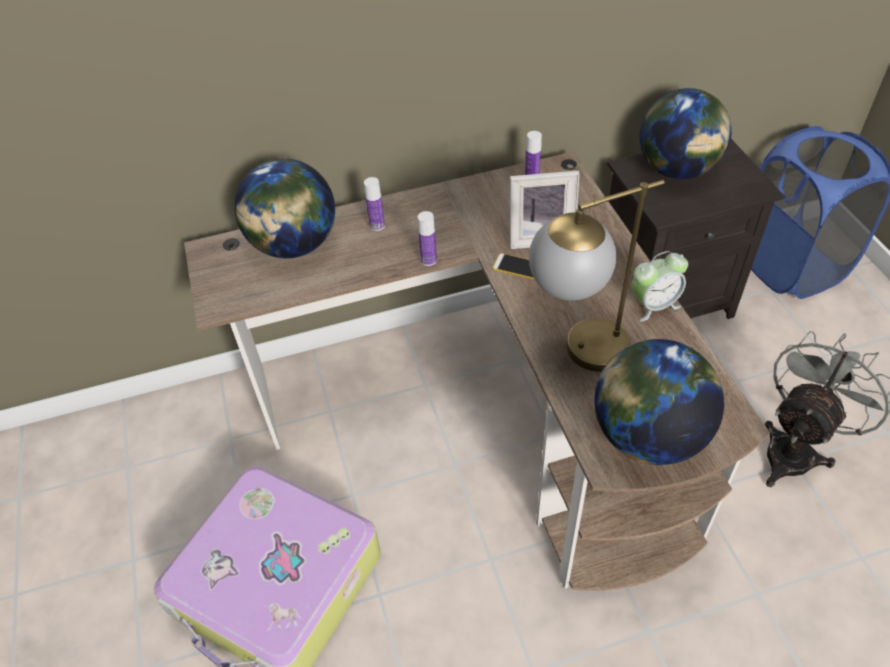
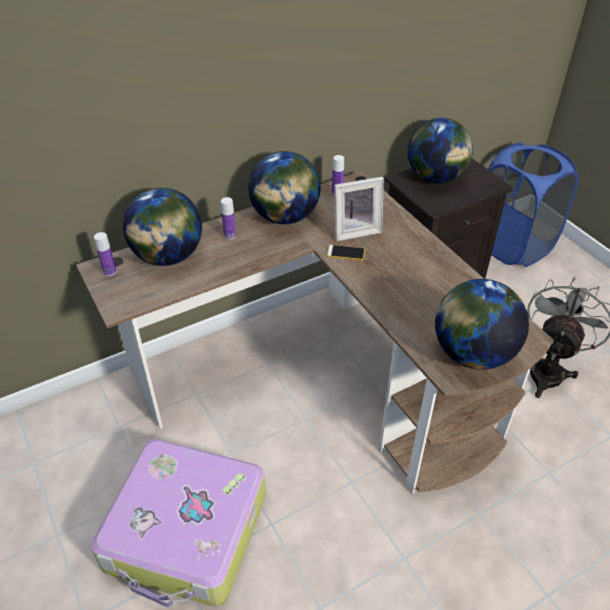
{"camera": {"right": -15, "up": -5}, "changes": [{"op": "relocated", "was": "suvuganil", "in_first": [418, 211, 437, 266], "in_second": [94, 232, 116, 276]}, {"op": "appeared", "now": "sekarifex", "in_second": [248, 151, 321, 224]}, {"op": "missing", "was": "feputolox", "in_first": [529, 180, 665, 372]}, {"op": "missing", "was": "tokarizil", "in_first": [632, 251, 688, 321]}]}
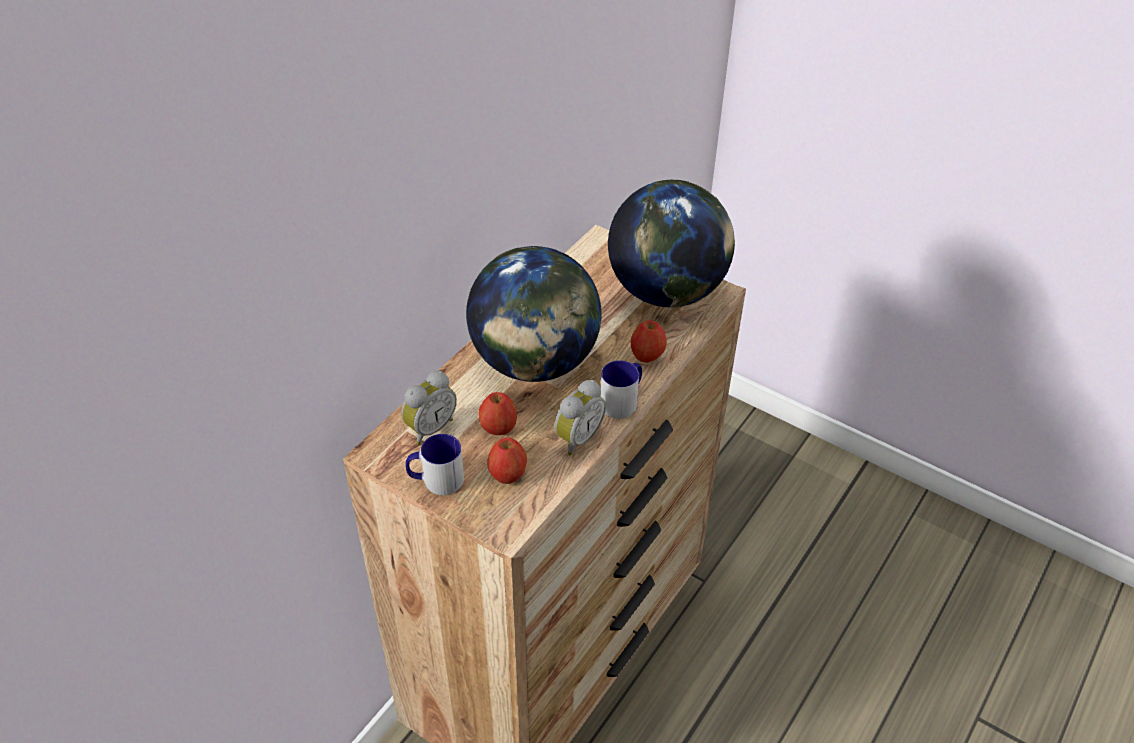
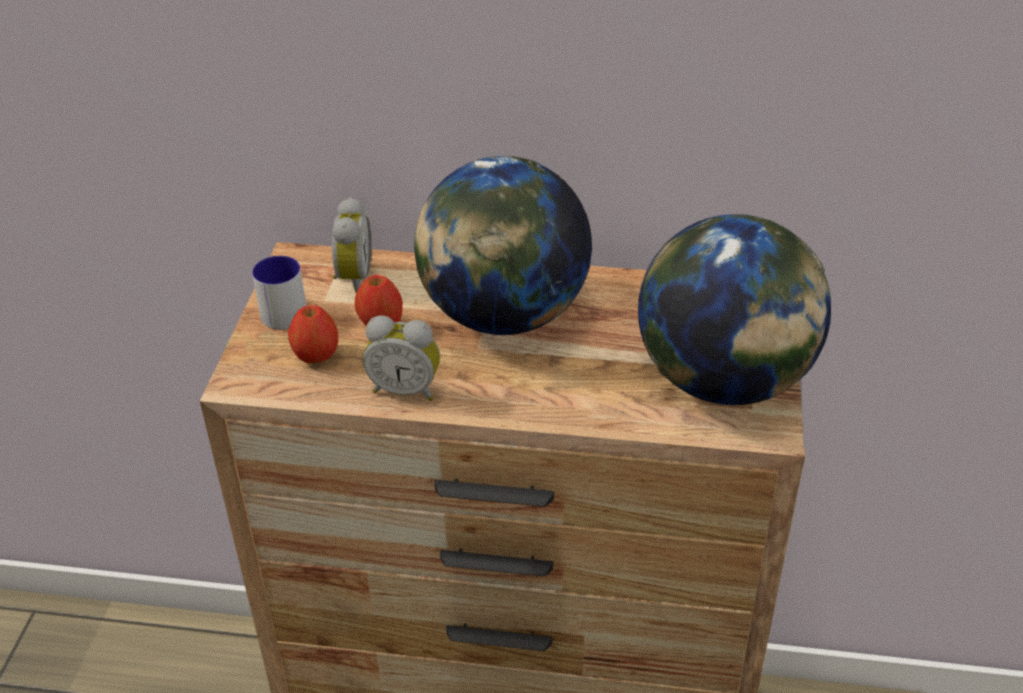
{"camera": {"right": 65, "up": -5}, "changes": [{"op": "spun", "was": "tokarizil", "in_first": [401, 371, 457, 445], "in_second": [332, 197, 371, 293], "clockwise": -105}, {"op": "missing", "was": "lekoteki", "in_first": [601, 360, 642, 419]}, {"op": "missing", "was": "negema", "in_first": [631, 320, 667, 363]}]}
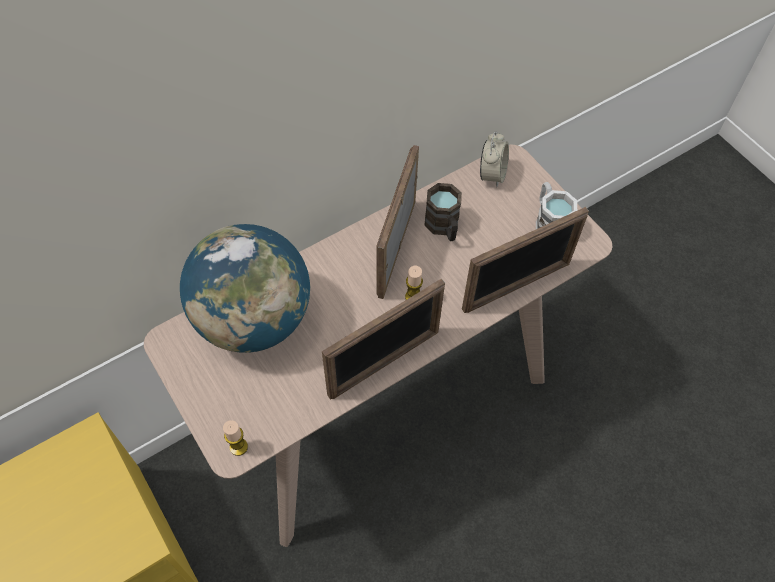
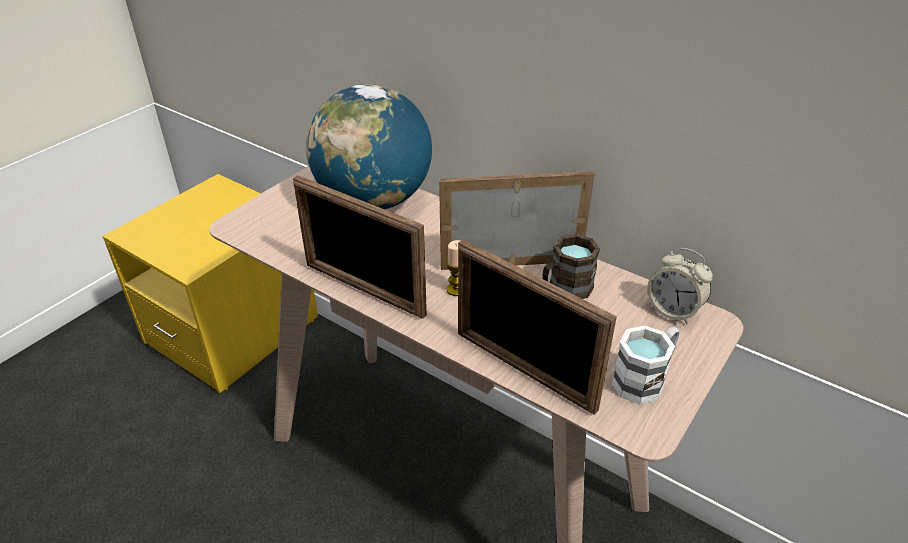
{"camera": {"right": 70, "up": -20}, "changes": [{"op": "spun", "was": "tokarizil", "in_first": [480, 131, 509, 187], "in_second": [647, 248, 713, 324], "clockwise": 45}, {"op": "missing", "was": "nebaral", "in_first": [223, 420, 248, 456]}]}
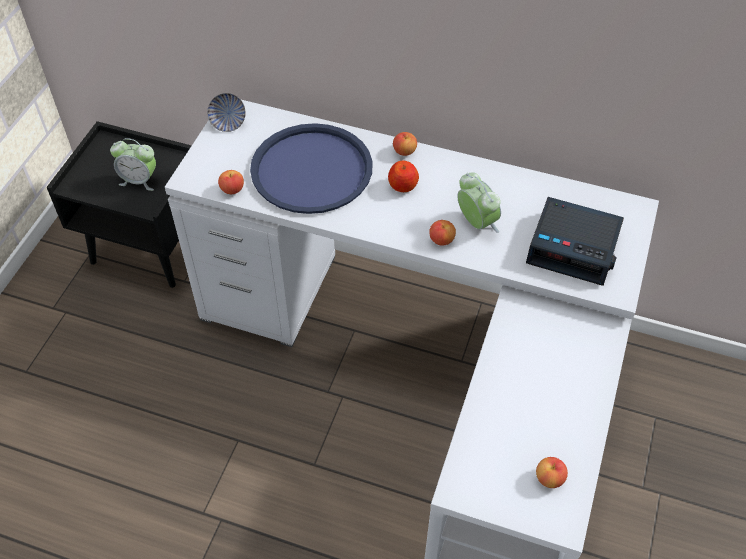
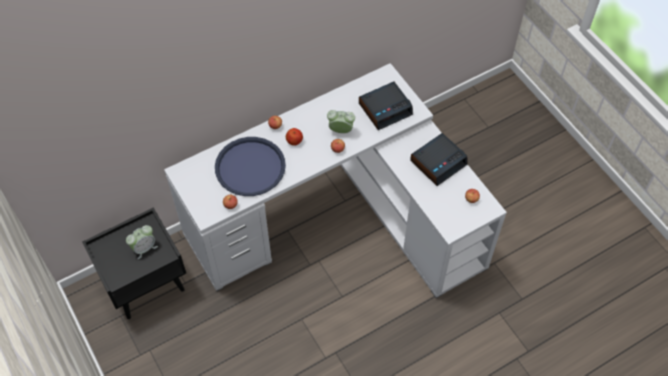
{"camera": {"right": -50, "up": 5}, "changes": [{"op": "appeared", "now": "tokarizil", "in_second": [410, 133, 468, 186]}, {"op": "missing", "was": "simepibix", "in_first": [207, 93, 246, 132]}]}
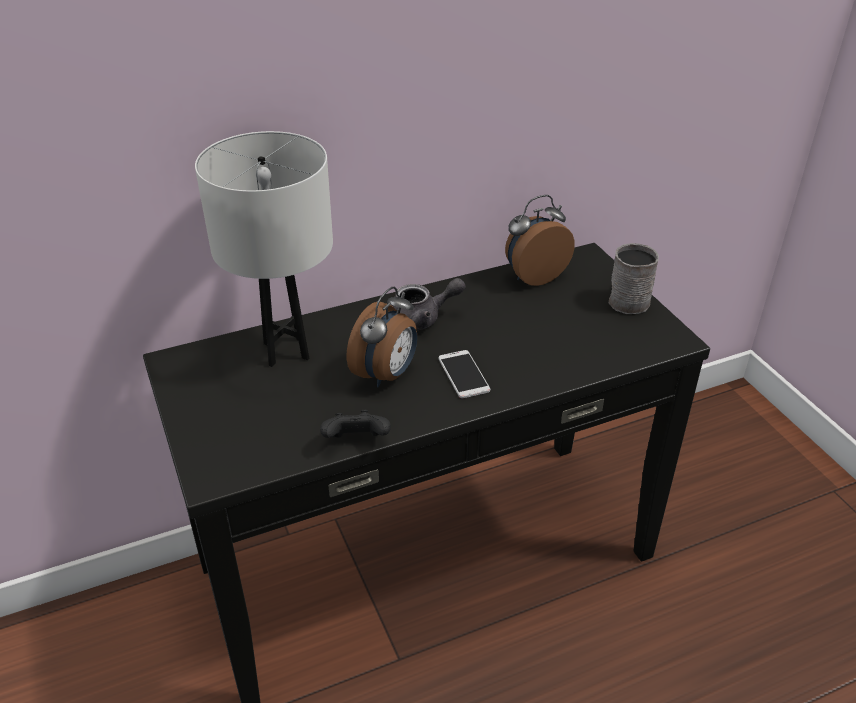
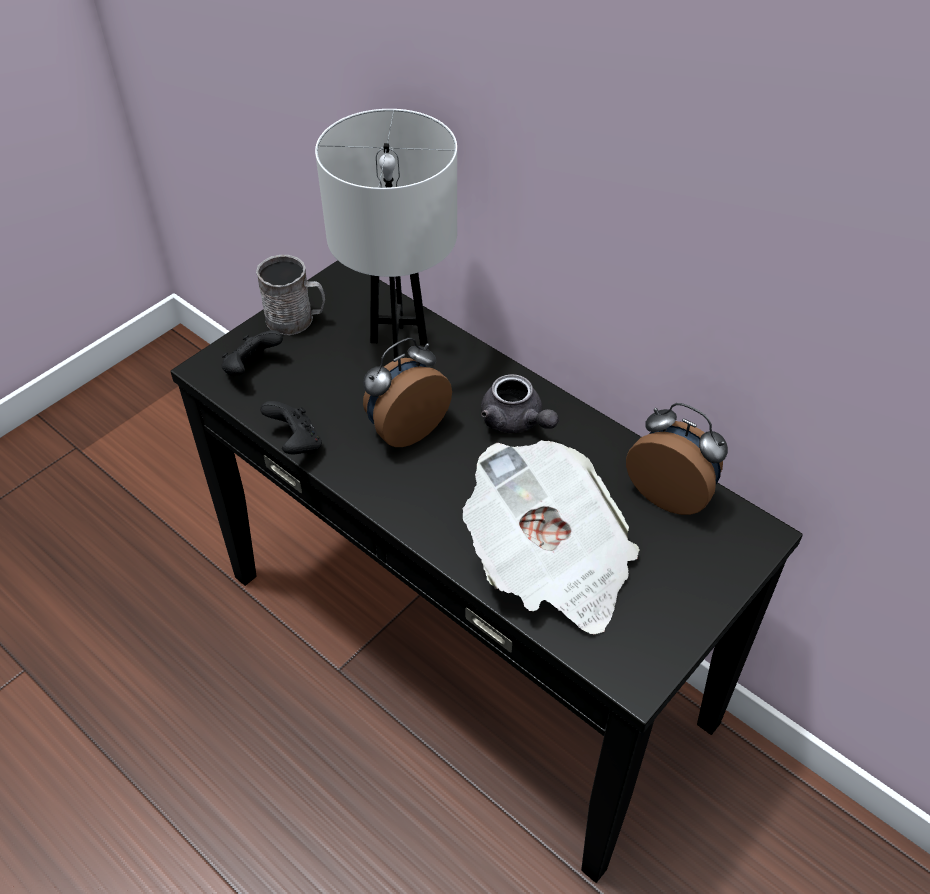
{"camera": {"right": 65, "up": 10}, "changes": [{"op": "appeared", "now": "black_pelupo", "in_second": [222, 330, 283, 376]}, {"op": "relocated", "was": "grey_lekoteki", "in_first": [609, 243, 659, 314], "in_second": [256, 255, 325, 336]}, {"op": "spun", "was": "tokarizil", "in_first": [347, 287, 417, 387], "in_second": [363, 338, 452, 447], "clockwise": 135}, {"op": "appeared", "now": "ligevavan", "in_second": [463, 440, 640, 634]}, {"op": "missing", "was": "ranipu", "in_first": [439, 350, 490, 398]}]}
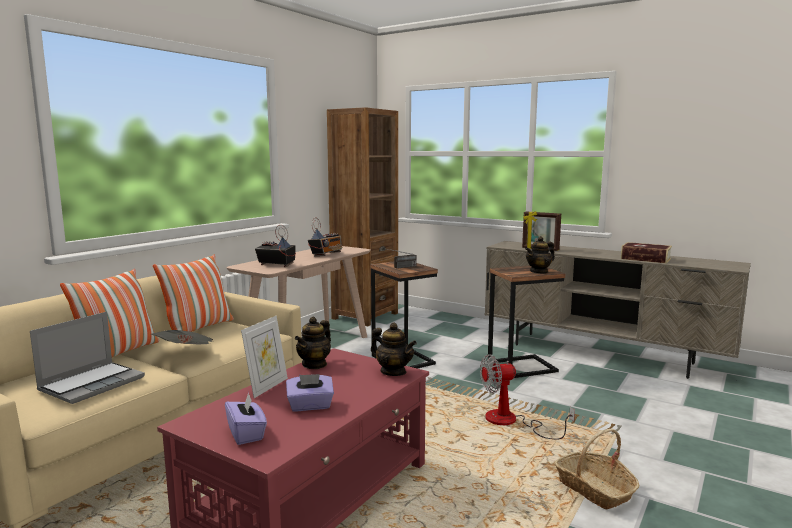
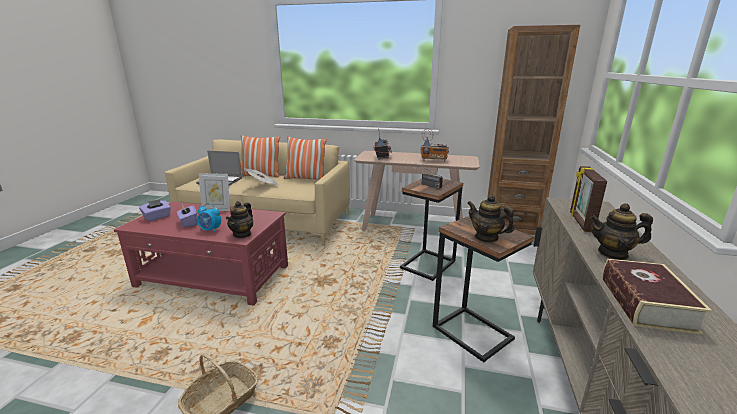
{"camera": {"right": 70, "up": 10}, "changes": [{"op": "appeared", "now": "tokarizil", "in_second": [197, 203, 221, 233]}, {"op": "relocated", "was": "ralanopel", "in_first": [295, 317, 331, 369], "in_second": [590, 203, 653, 260]}, {"op": "missing", "was": "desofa", "in_first": [480, 354, 575, 440]}]}
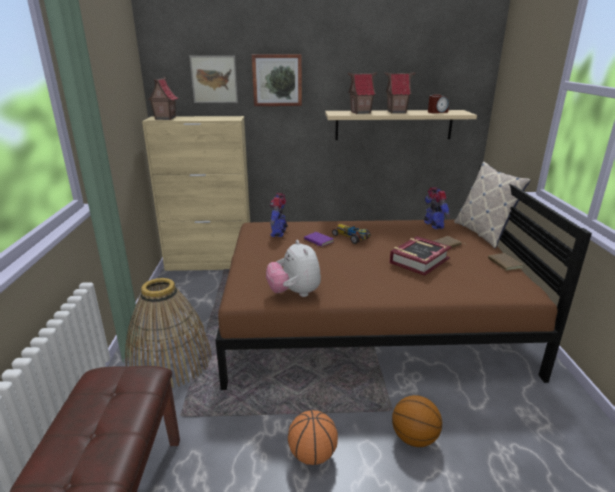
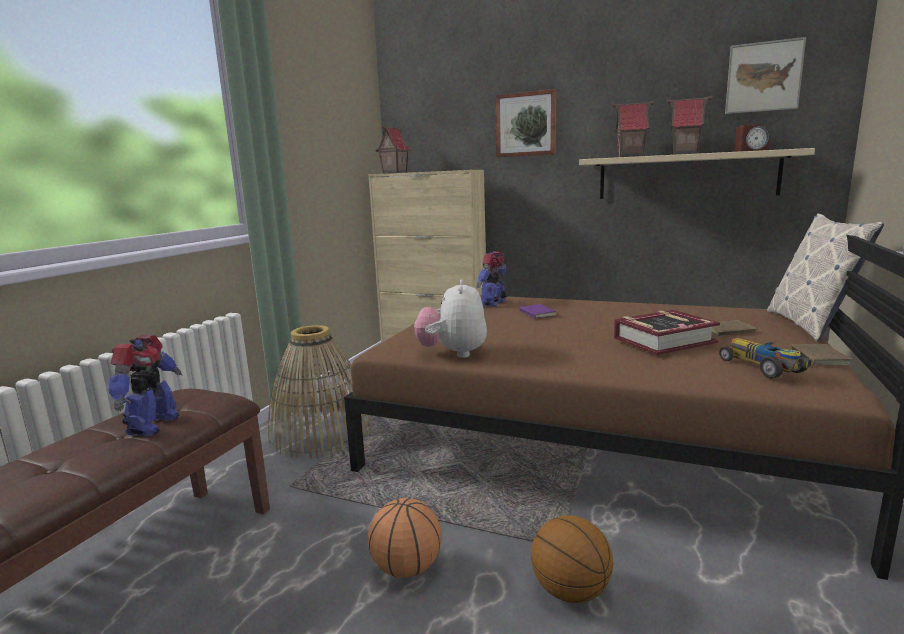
{"camera": {"right": 25, "up": -10}, "changes": [{"op": "relocated", "was": "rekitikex", "in_first": [424, 187, 450, 229], "in_second": [109, 335, 182, 437]}, {"op": "relocated", "was": "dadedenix", "in_first": [332, 224, 371, 244], "in_second": [719, 338, 811, 379]}, {"op": "relocated", "was": "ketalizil", "in_first": [189, 56, 238, 103], "in_second": [725, 37, 806, 114]}]}
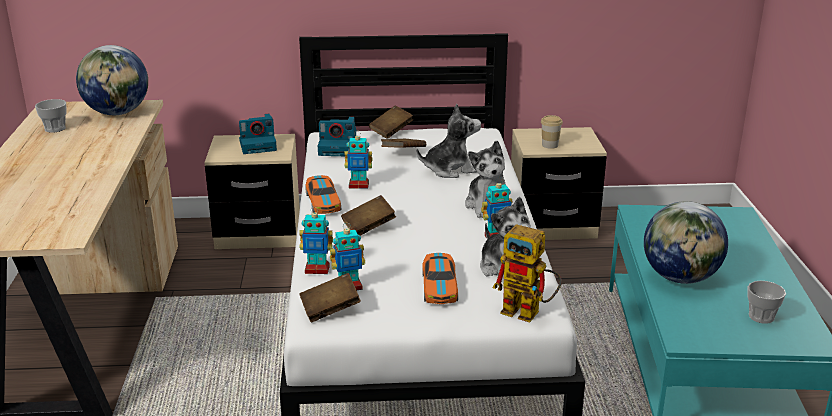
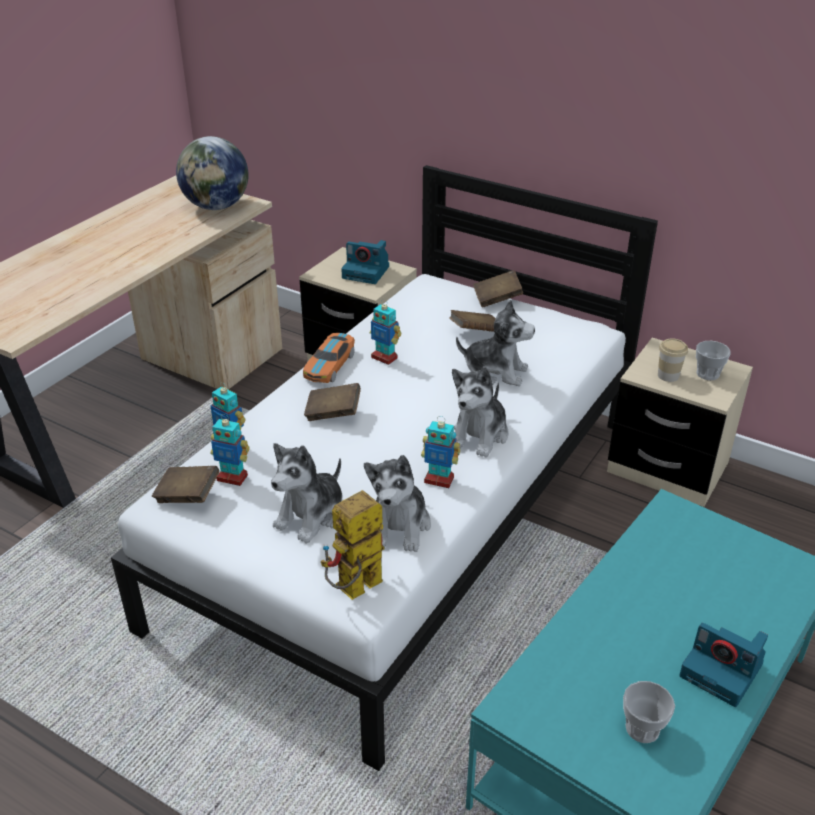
{"camera": {"right": 35, "up": 10}, "changes": [{"op": "exchanged", "was": "dadedenix", "now": "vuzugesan", "in_first": [422, 253, 458, 304], "in_second": [271, 443, 343, 543]}, {"op": "spun", "was": "rekitikex", "in_first": [493, 224, 562, 323], "in_second": [321, 490, 385, 600], "clockwise": 75}, {"op": "relocated", "was": "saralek", "in_first": [318, 117, 356, 156], "in_second": [679, 623, 768, 707]}, {"op": "relocated", "was": "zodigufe", "in_first": [35, 99, 67, 133], "in_second": [696, 341, 731, 380]}, {"op": "missing", "was": "sekarifex", "in_first": [644, 201, 728, 284]}]}
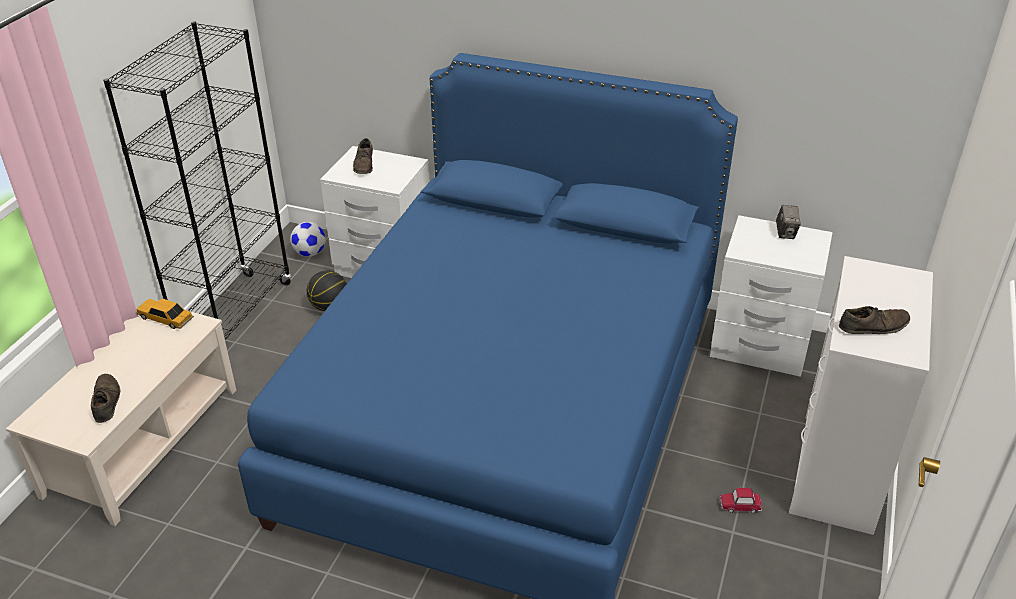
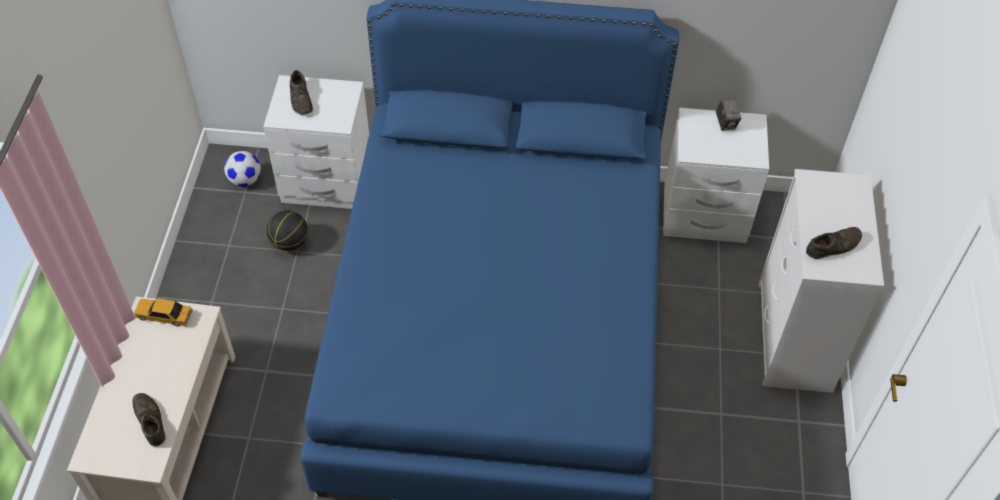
{"camera": {"right": -15, "up": 15}, "changes": [{"op": "missing", "was": "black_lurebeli", "in_first": [103, 21, 291, 340]}, {"op": "missing", "was": "dadedenix", "in_first": [720, 488, 762, 513]}]}
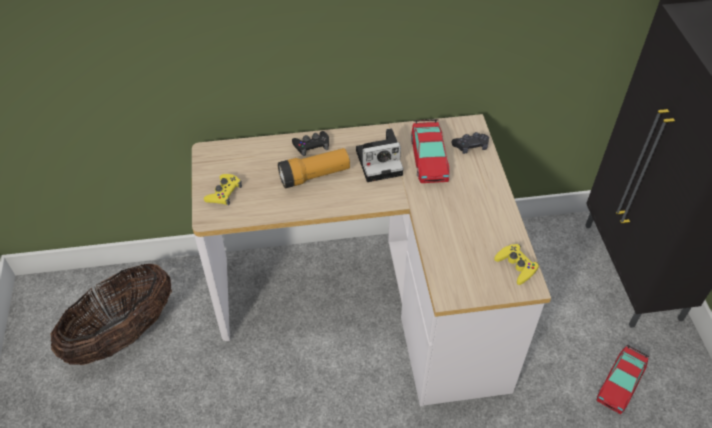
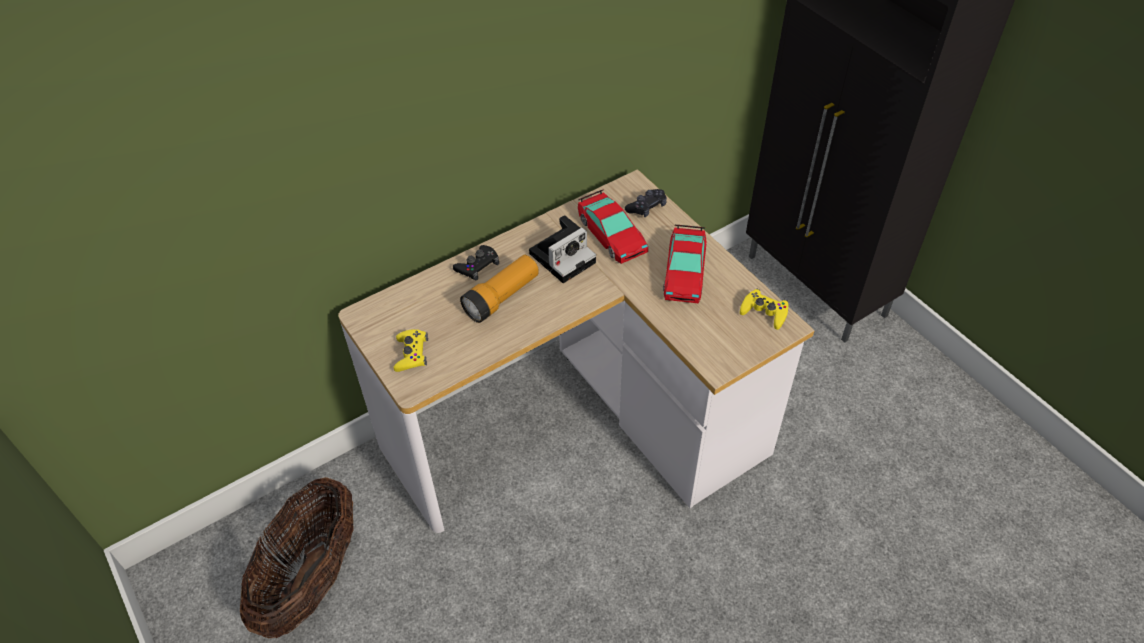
{"camera": {"right": -25, "up": 0}, "changes": [{"op": "relocated", "was": "dadedenix", "in_first": [596, 345, 649, 414], "in_second": [663, 225, 706, 303]}]}
